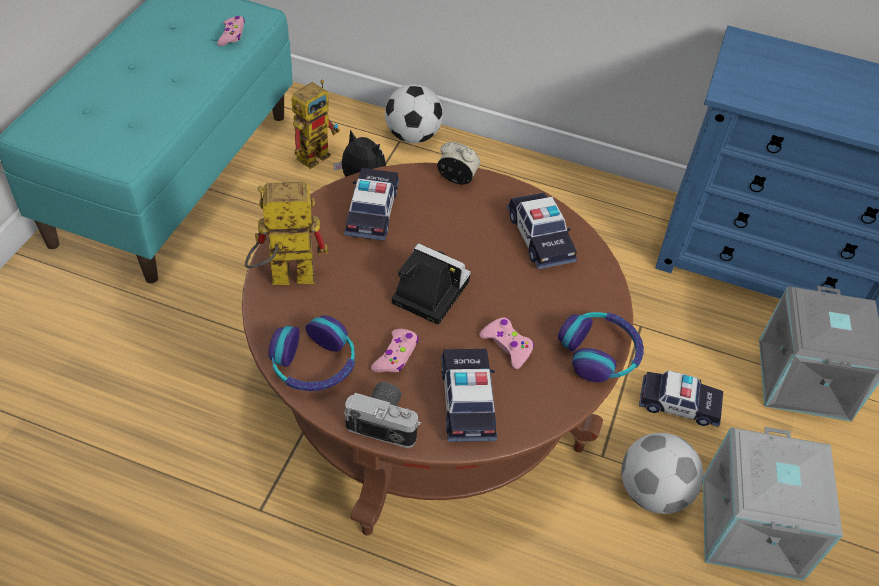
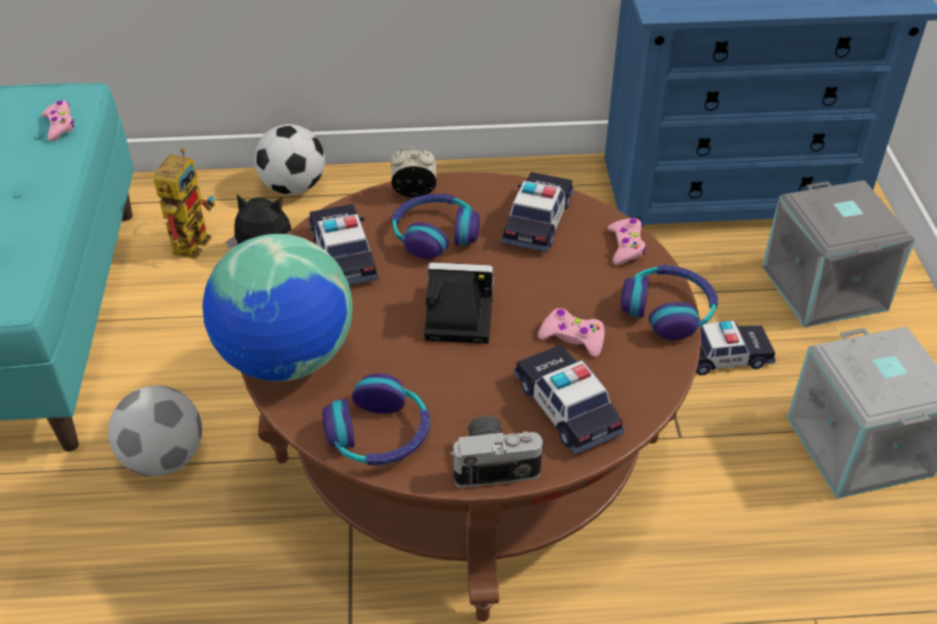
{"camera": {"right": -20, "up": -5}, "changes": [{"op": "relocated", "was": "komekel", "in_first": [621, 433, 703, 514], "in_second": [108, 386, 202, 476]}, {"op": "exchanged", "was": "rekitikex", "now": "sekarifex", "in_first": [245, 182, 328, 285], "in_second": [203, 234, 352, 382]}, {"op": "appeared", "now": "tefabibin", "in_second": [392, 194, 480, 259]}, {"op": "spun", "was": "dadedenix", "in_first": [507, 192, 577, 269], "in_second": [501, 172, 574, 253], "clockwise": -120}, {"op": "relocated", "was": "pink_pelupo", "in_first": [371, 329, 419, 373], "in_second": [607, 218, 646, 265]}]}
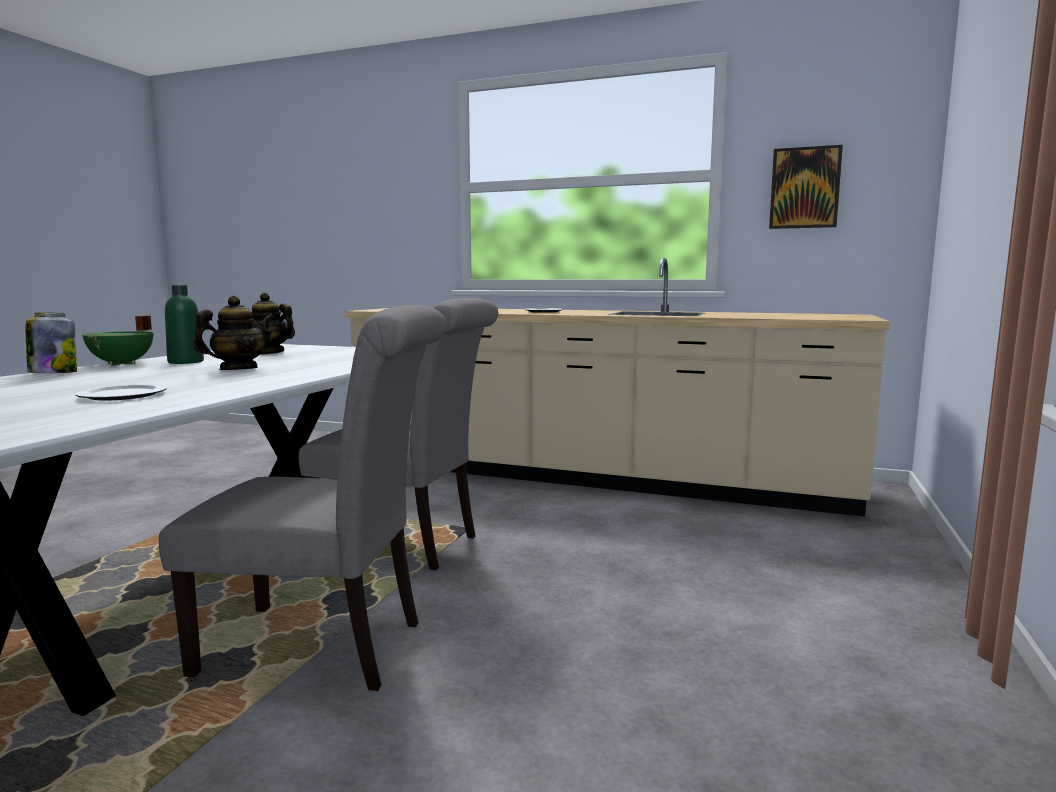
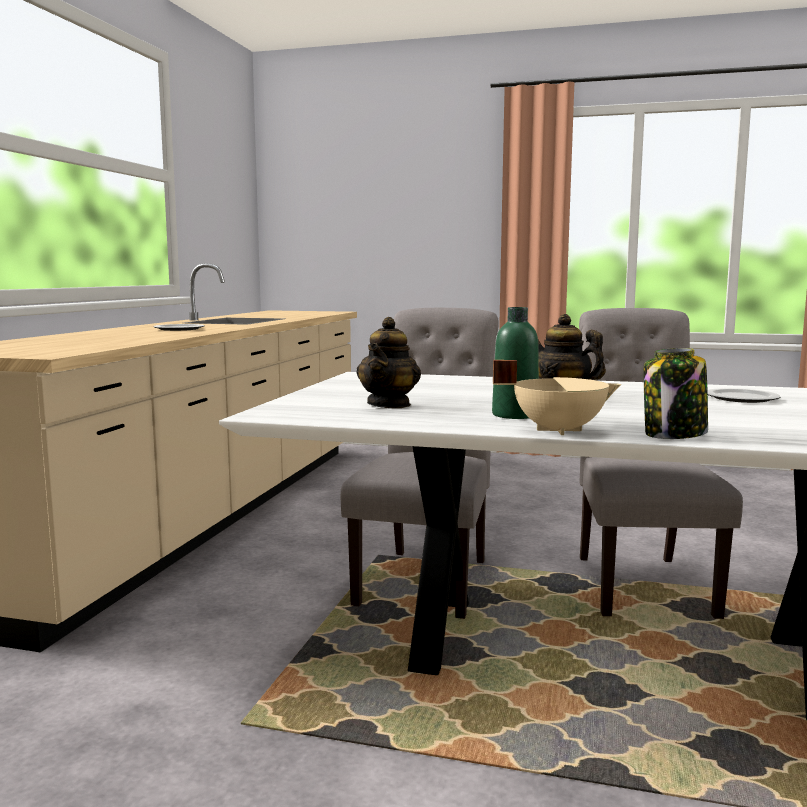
{"camera": {"right": -95, "up": 0}, "changes": [{"op": "colour", "was": "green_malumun", "now": "beige_malumun", "in_first": [82, 316, 153, 366], "in_second": [493, 360, 621, 435]}, {"op": "missing", "was": "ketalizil", "in_first": [769, 145, 843, 229]}]}
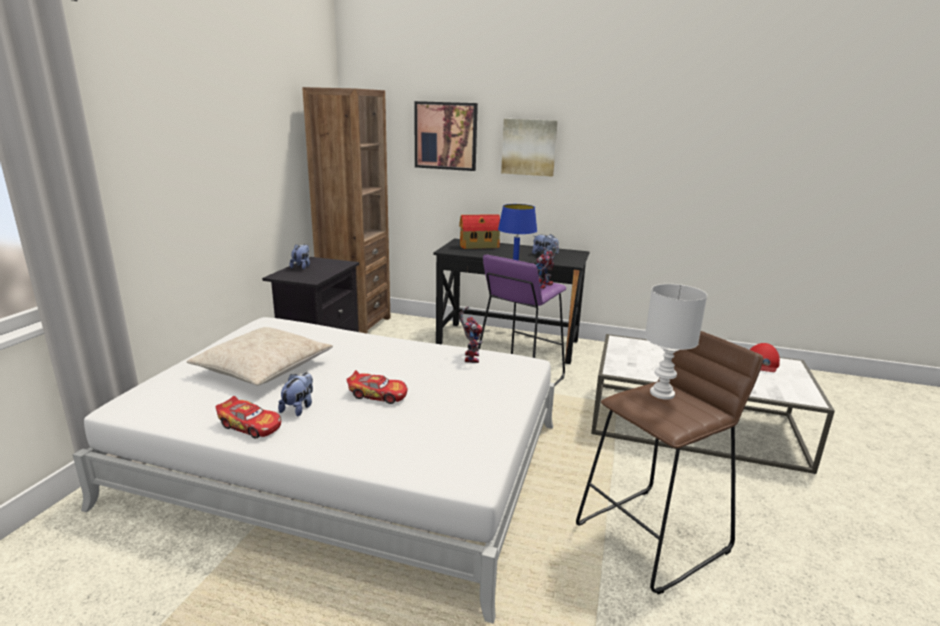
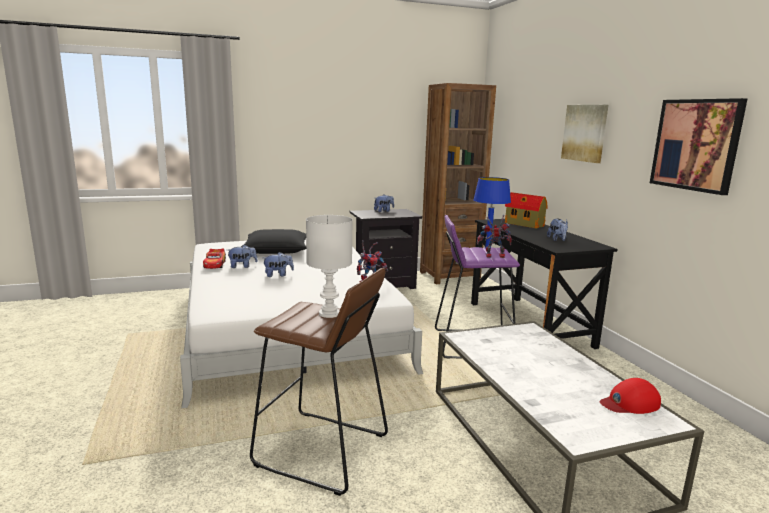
{"camera": {"right": 55, "up": -5}, "changes": [{"op": "colour", "was": "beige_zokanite", "now": "black_zokanite", "in_first": [187, 327, 333, 386], "in_second": [241, 229, 306, 254]}, {"op": "exchanged", "was": "dadedenix", "now": "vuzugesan", "in_first": [346, 370, 408, 404], "in_second": [263, 252, 294, 277]}, {"op": "relocated", "was": "ketalizil", "in_first": [414, 101, 478, 171], "in_second": [650, 98, 747, 195]}]}
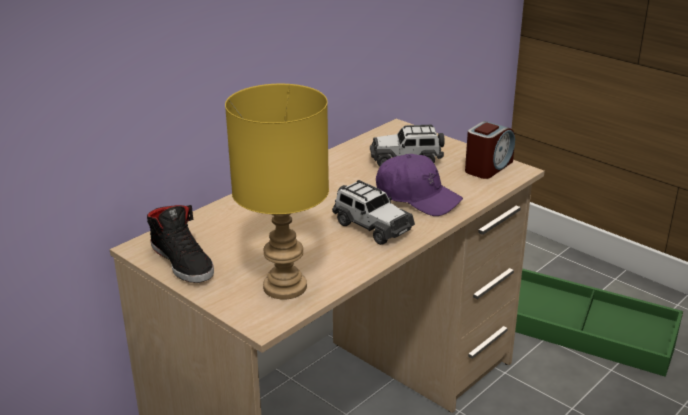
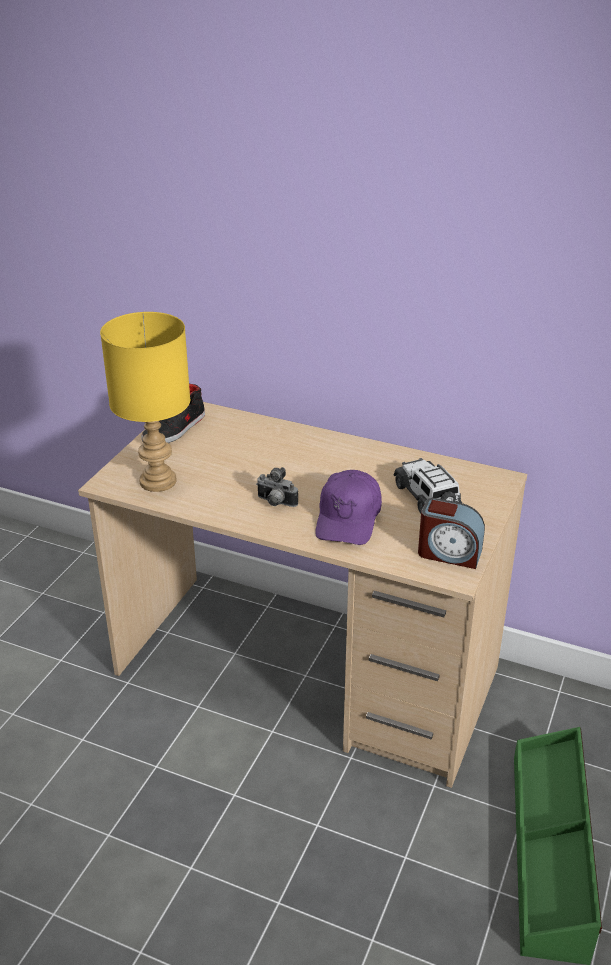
{"camera": {"right": 70, "up": 5}, "changes": [{"op": "exchanged", "was": "dadedenix", "now": "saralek", "in_first": [332, 180, 415, 245], "in_second": [256, 467, 298, 507]}]}
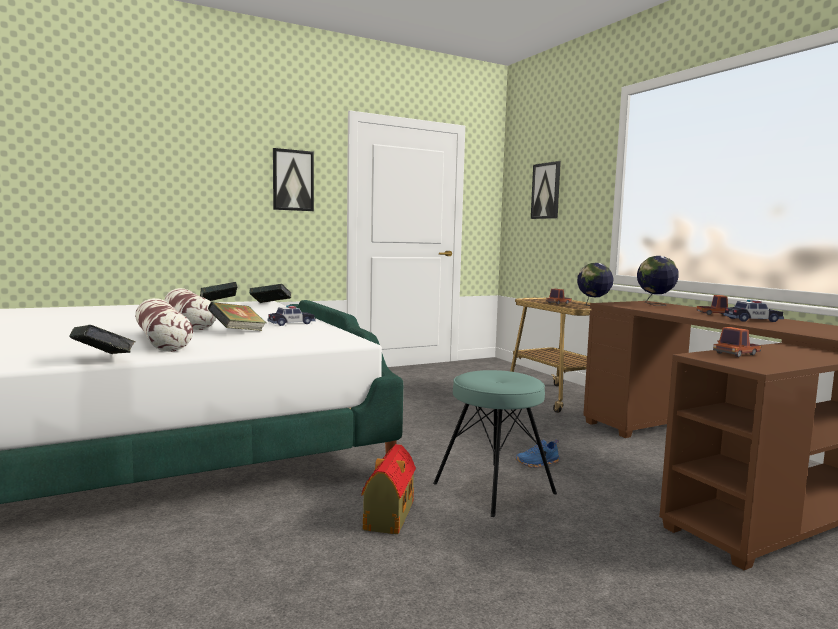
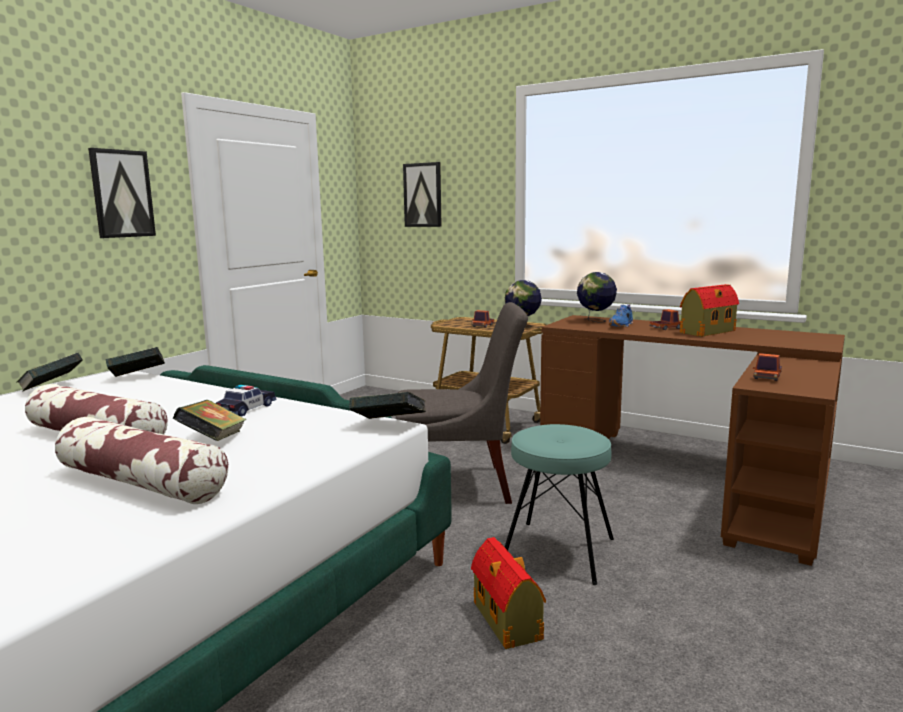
{"camera": {"right": -30, "up": 5}, "changes": [{"op": "relocated", "was": "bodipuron", "in_first": [69, 325, 136, 354], "in_second": [349, 392, 426, 419]}, {"op": "appeared", "now": "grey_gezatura", "in_second": [396, 302, 528, 504]}, {"op": "relocated", "was": "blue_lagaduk", "in_first": [515, 439, 560, 468], "in_second": [609, 304, 633, 327]}, {"op": "exchanged", "was": "dadedenix", "now": "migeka", "in_first": [723, 300, 784, 322], "in_second": [680, 284, 739, 337]}]}
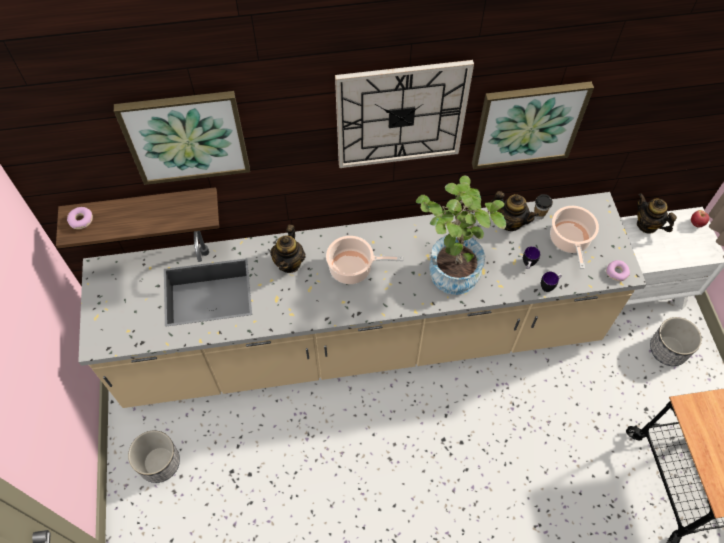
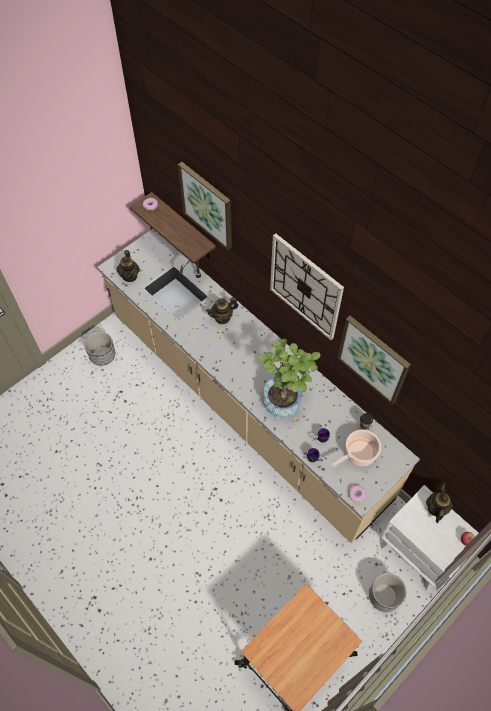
{"camera": {"right": 55, "up": 0}, "changes": [{"op": "relocated", "was": "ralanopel", "in_first": [490, 191, 539, 231], "in_second": [117, 250, 140, 282]}, {"op": "missing", "was": "malumun", "in_first": [326, 236, 404, 284]}]}
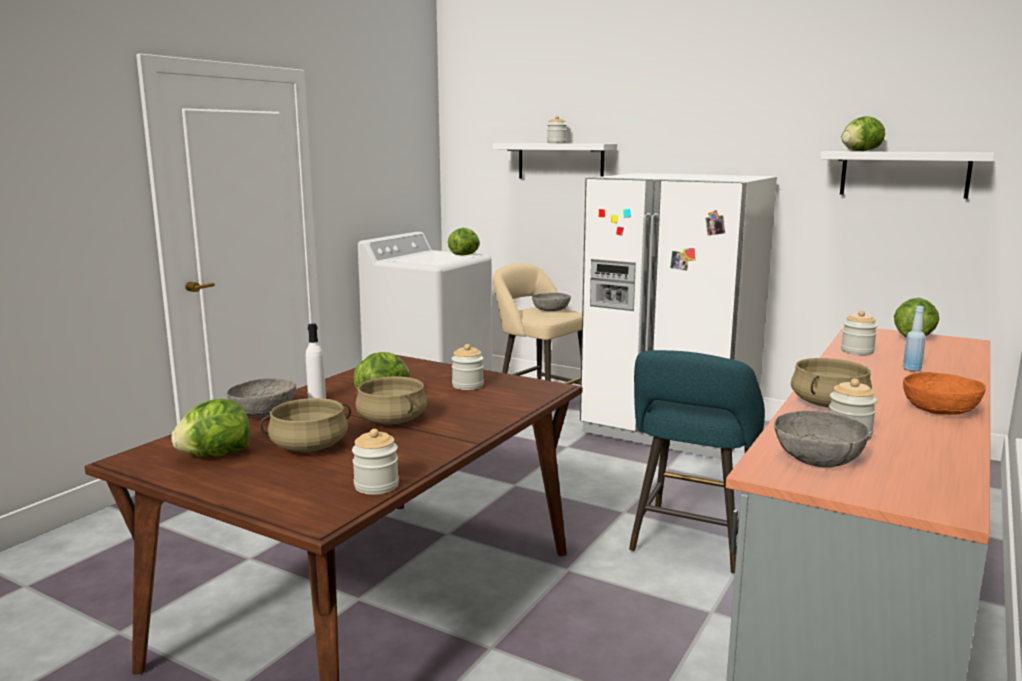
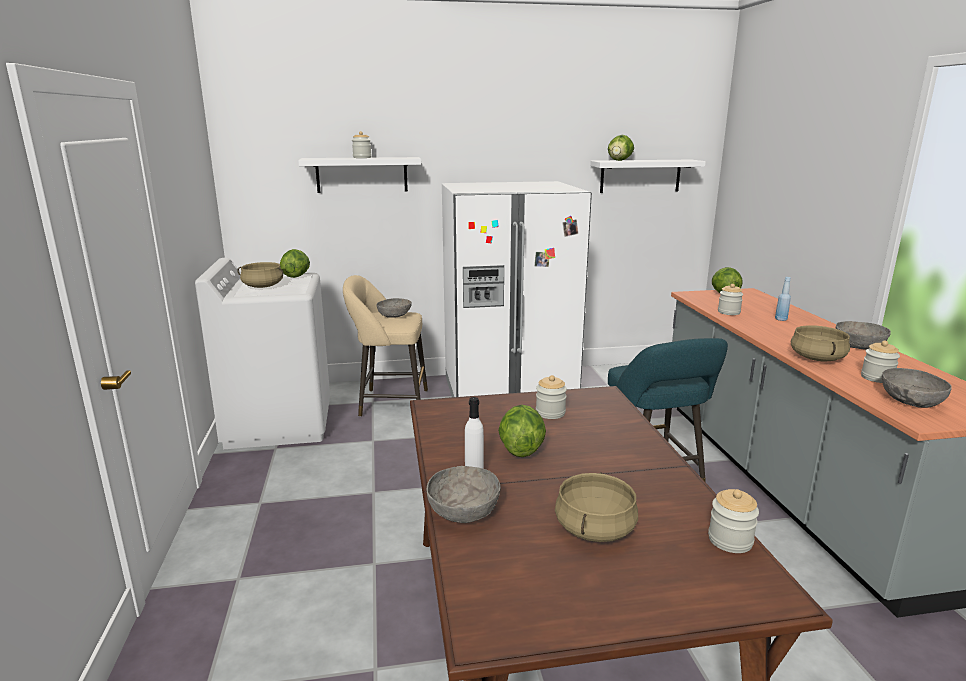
{"camera": {"right": -40, "up": 5}, "changes": [{"op": "relocated", "was": "beige_malumun", "in_first": [355, 376, 427, 424], "in_second": [237, 262, 283, 288]}, {"op": "colour", "was": "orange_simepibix", "now": "grey_simepibix", "in_first": [903, 372, 986, 415], "in_second": [835, 321, 891, 350]}, {"op": "missing", "was": "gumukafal", "in_first": [171, 399, 251, 457]}]}
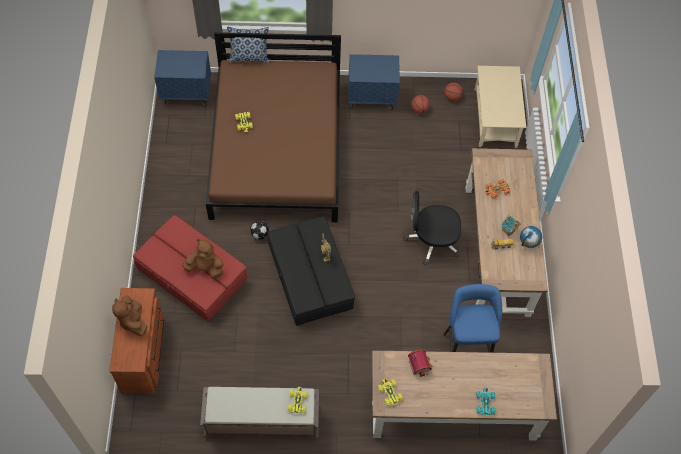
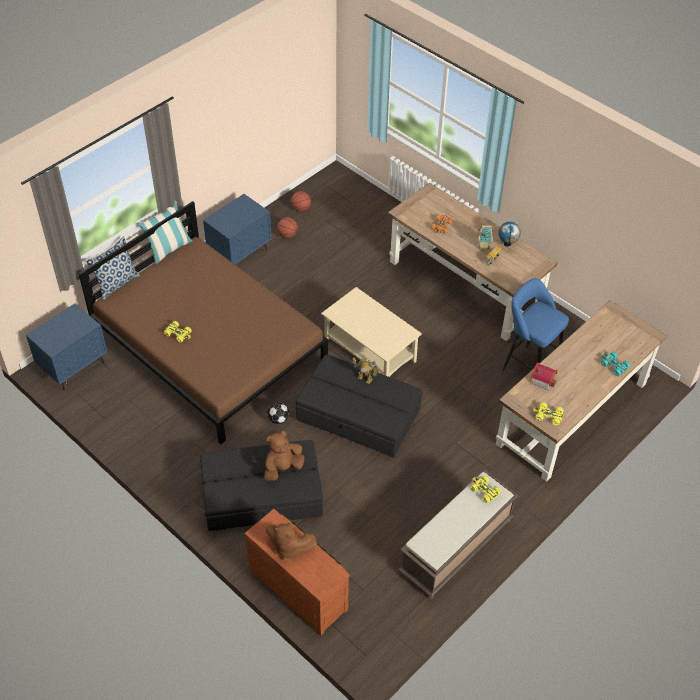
{"camera": {"right": -45, "up": -10}, "changes": [{"op": "appeared", "now": "zokanite", "in_second": [138, 201, 193, 264]}, {"op": "colour", "was": "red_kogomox", "now": "black_kogomox", "in_first": [133, 215, 247, 321], "in_second": [200, 440, 323, 531]}, {"op": "relocated", "was": "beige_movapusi", "in_first": [474, 66, 526, 148], "in_second": [321, 287, 422, 377]}, {"op": "missing", "was": "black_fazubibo", "in_first": [403, 191, 461, 266]}]}
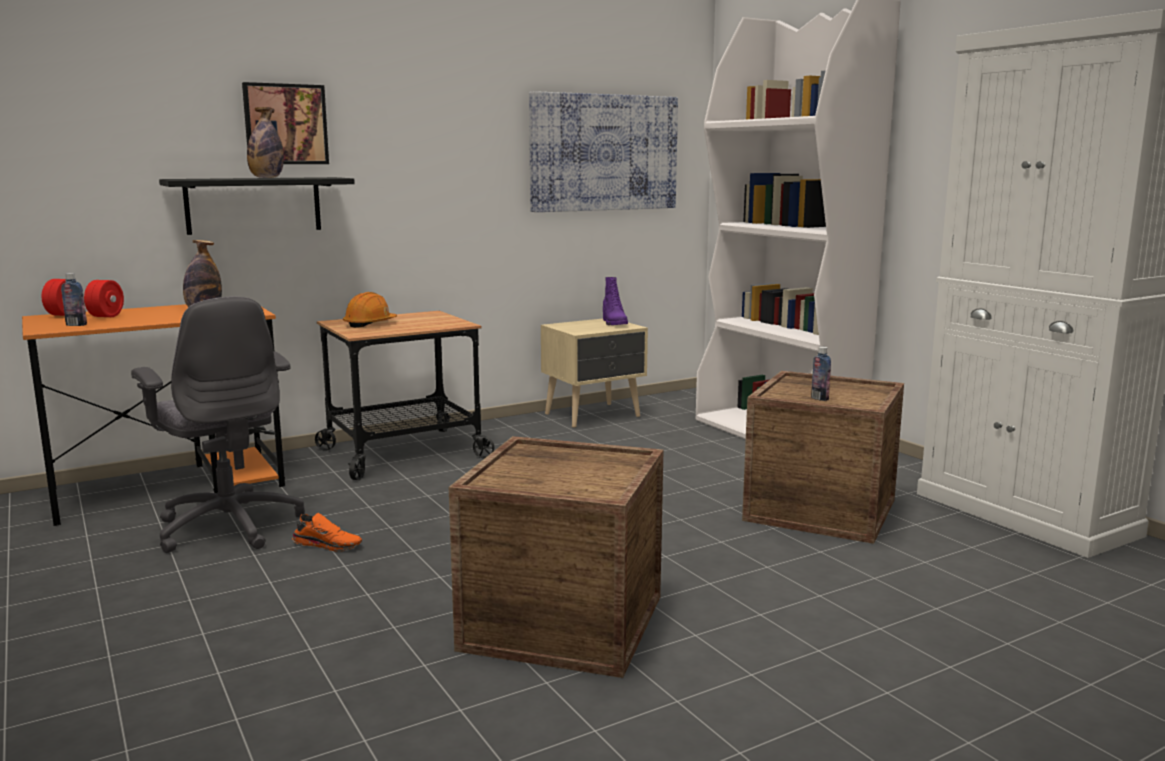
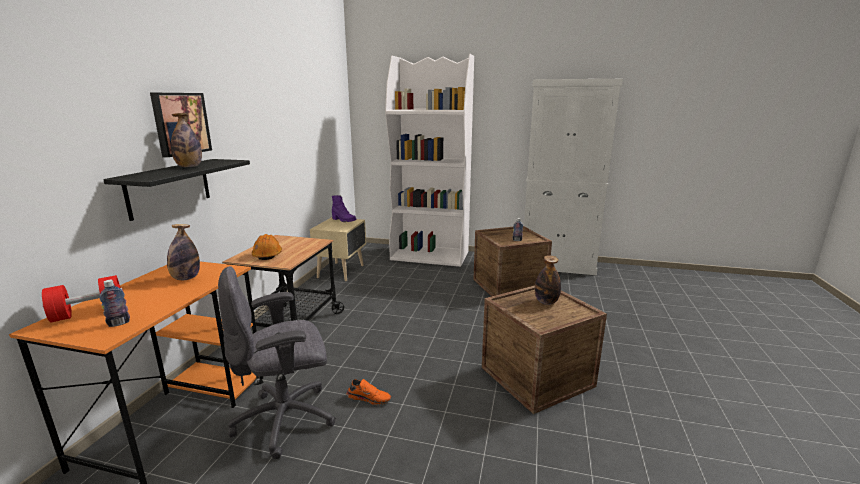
{"camera": {"right": -45, "up": 5}, "changes": [{"op": "spun", "was": "grey_fazubibo", "in_first": [131, 296, 305, 553], "in_second": [218, 266, 336, 459], "clockwise": 150}, {"op": "spun", "was": "orange_lagaduk", "in_first": [292, 513, 362, 552], "in_second": [347, 379, 391, 405], "clockwise": 45}, {"op": "appeared", "now": "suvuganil", "in_second": [535, 255, 561, 305]}, {"op": "missing", "was": "ketalizil", "in_first": [529, 91, 678, 212]}]}
